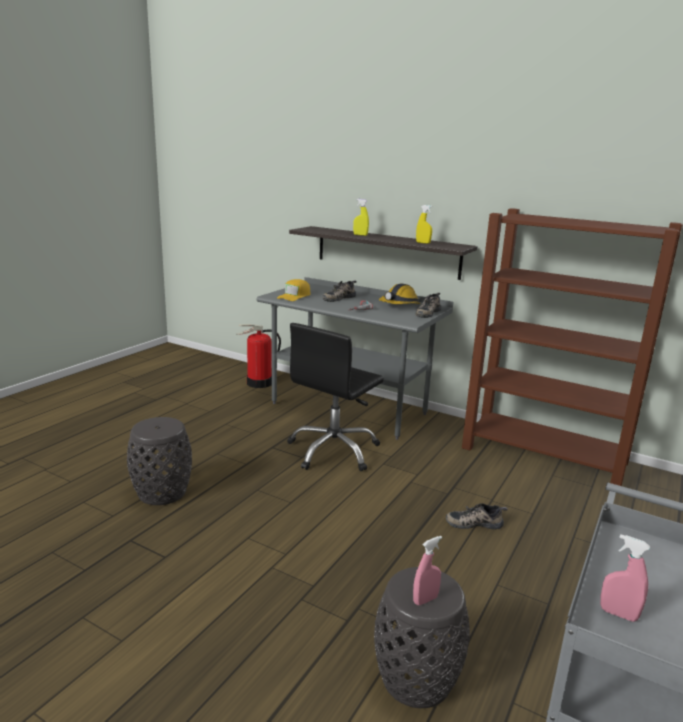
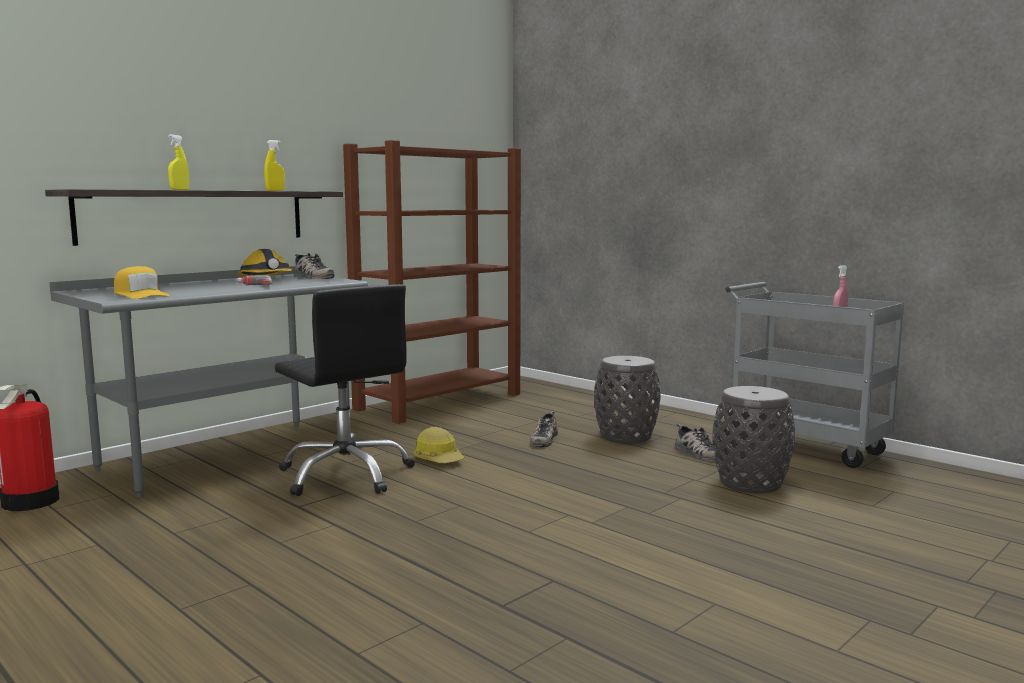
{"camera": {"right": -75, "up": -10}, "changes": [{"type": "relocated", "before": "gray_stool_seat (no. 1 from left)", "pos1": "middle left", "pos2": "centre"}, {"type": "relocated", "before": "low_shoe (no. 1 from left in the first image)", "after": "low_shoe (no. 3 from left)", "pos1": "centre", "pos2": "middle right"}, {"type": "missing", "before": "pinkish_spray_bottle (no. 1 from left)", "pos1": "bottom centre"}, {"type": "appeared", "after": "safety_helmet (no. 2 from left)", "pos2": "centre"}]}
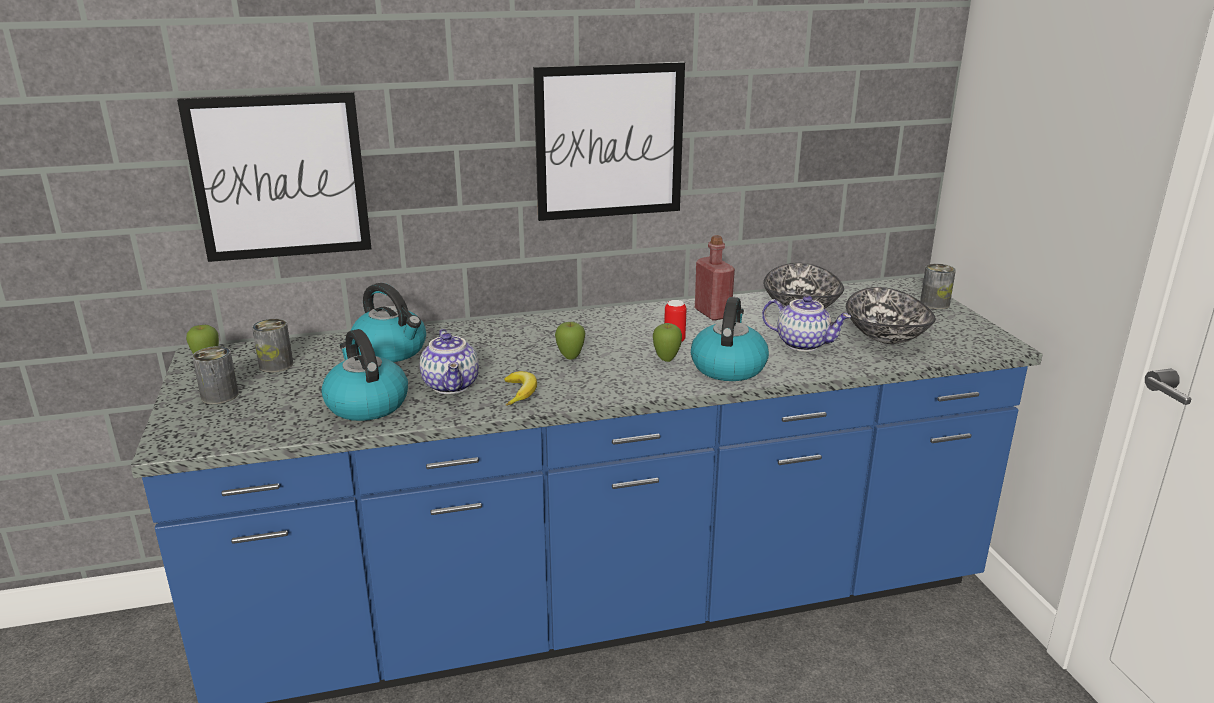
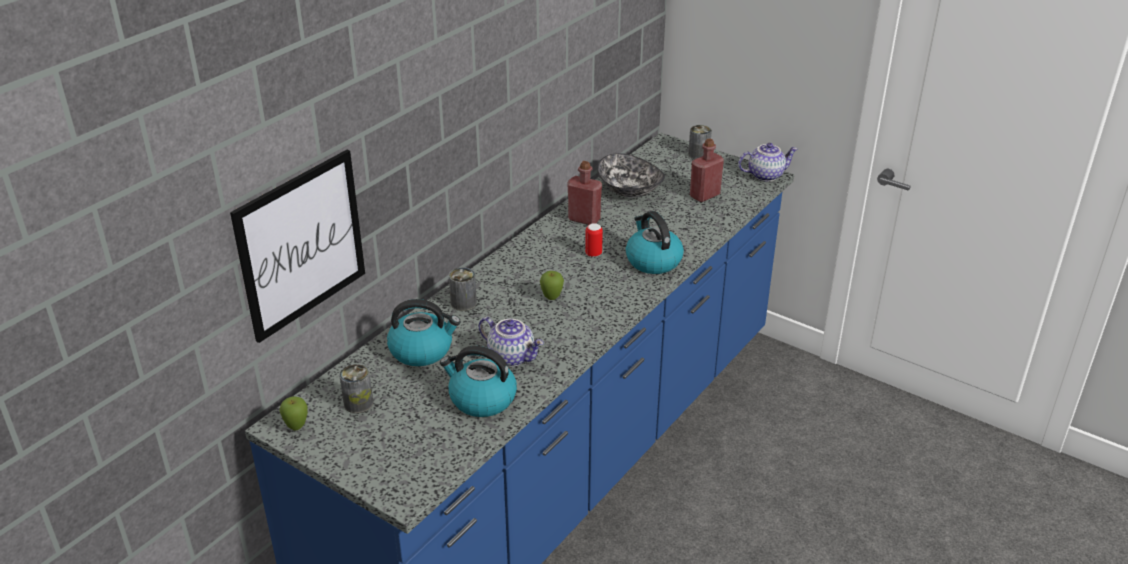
{"camera": {"right": -40, "up": 10}, "changes": [{"type": "relocated", "before": "metal_can (no. 1 from left in the first image)", "after": "metal_can (no. 2 from left)", "pos1": "middle left", "pos2": "centre"}, {"type": "missing", "before": "banana", "pos1": "centre"}, {"type": "missing", "before": "wall_picture (no. 2 from left)", "pos1": "top centre"}, {"type": "missing", "before": "apple (no. 3 from left)", "pos1": "centre"}, {"type": "relocated", "before": "pot_for_tea (no. 2 from left)", "pos1": "centre", "pos2": "top right"}, {"type": "exchanged", "before": "deep_dish (no. 2 from left)", "after": "red-coloured_beverage_bottle (no. 2 from left)", "pos1": "middle right", "pos2": "top centre"}]}
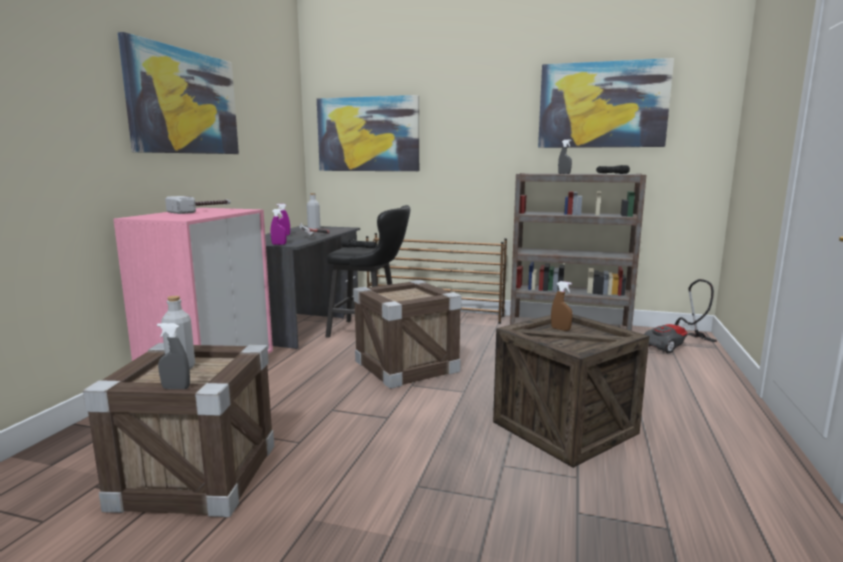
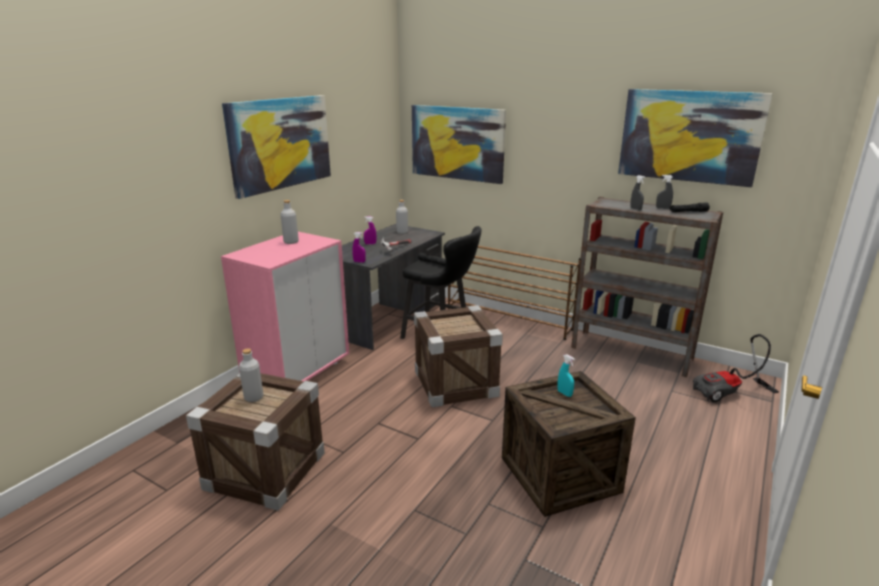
{"camera": {"right": 15, "up": 10}, "changes": [{"type": "relocated", "before": "gray_spray_bottle (no. 1 from left in the first image)", "after": "gray_spray_bottle (no. 2 from left)", "pos1": "middle left", "pos2": "top right"}, {"type": "exchanged", "before": "hand_hammer (no. 1 from left)", "after": "gray_beverage_bottle (no. 2 from left)", "pos1": "middle left", "pos2": "middle left"}, {"type": "colour", "before": "brown-coloured_spray_bottle", "after": "blue-green_spray_bottle", "pos1": "middle right", "pos2": "centre"}]}
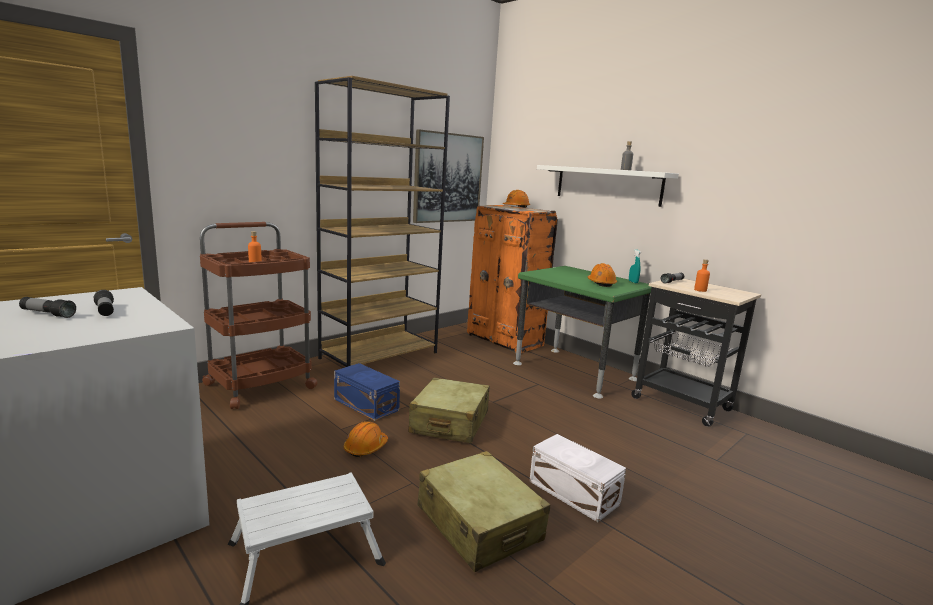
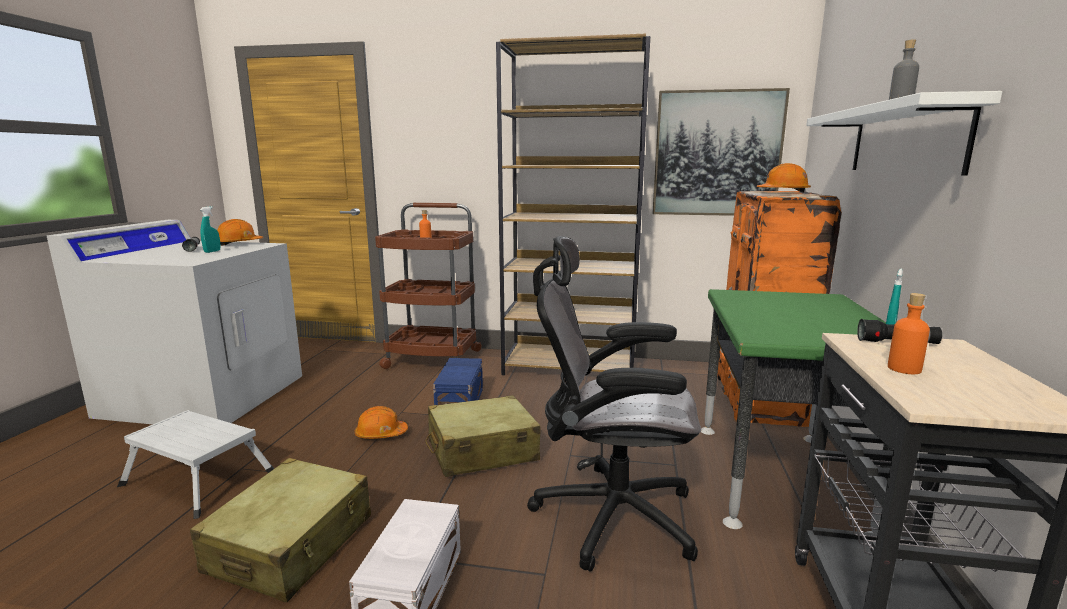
{"camera": {"right": 55, "up": 0}, "changes": [{"type": "exchanged", "before": "torch (no. 2 from left)", "after": "blue-green_spray_bottle (no. 1 from left)", "pos1": "middle left", "pos2": "middle left"}, {"type": "relocated", "before": "orange-coloured_safety_helmet (no. 3 from left in the first image)", "after": "orange-coloured_safety_helmet (no. 1 from left)", "pos1": "centre", "pos2": "middle left"}, {"type": "appeared", "after": "office_chair", "pos2": "centre"}]}
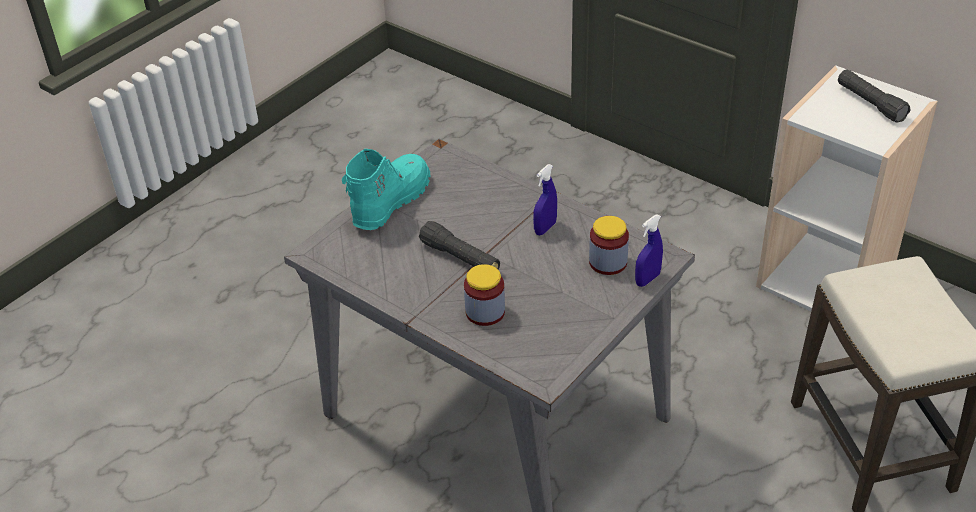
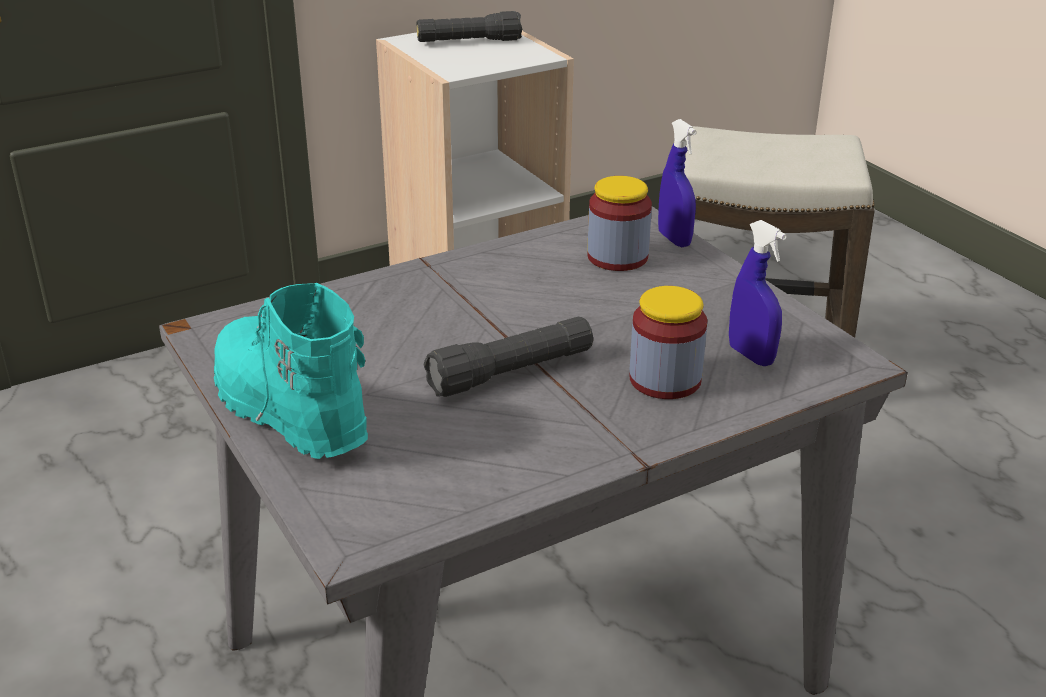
{"camera": {"right": -70, "up": -10}, "changes": [{"type": "relocated", "before": "bluish_spray_bottle (no. 1 from left in the first image)", "after": "bluish_spray_bottle (no. 2 from left)", "pos1": "centre", "pos2": "middle right"}]}
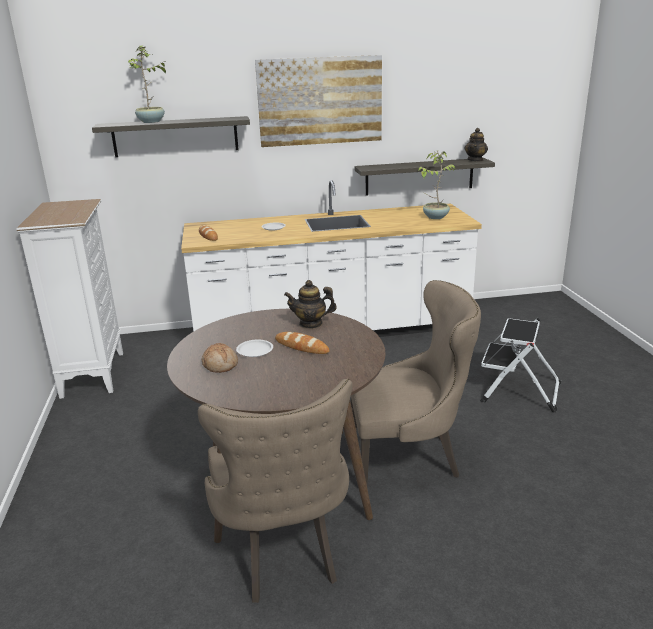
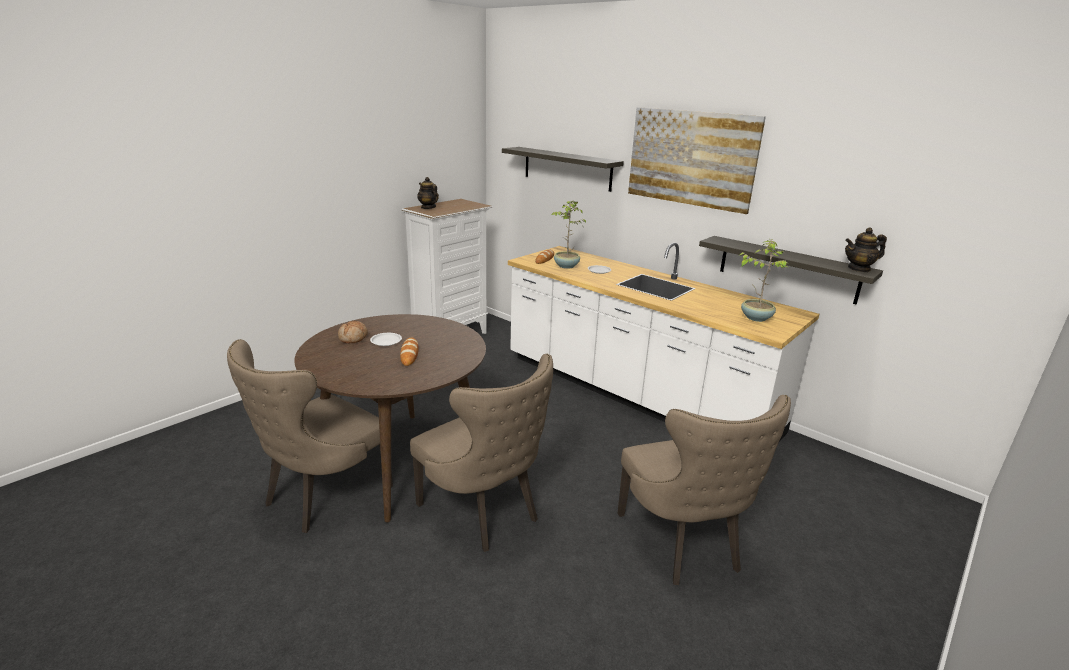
{"camera": {"right": 50, "up": 0}, "changes": [{"type": "relocated", "before": "potted_plant (no. 1 from left)", "pos1": "top left", "pos2": "centre"}, {"type": "relocated", "before": "pot_for_tea (no. 1 from left)", "pos1": "centre", "pos2": "top centre"}, {"type": "exchanged", "before": "step_ladder", "after": "beige_chair (no. 3 from left)", "pos1": "middle right", "pos2": "bottom centre"}]}
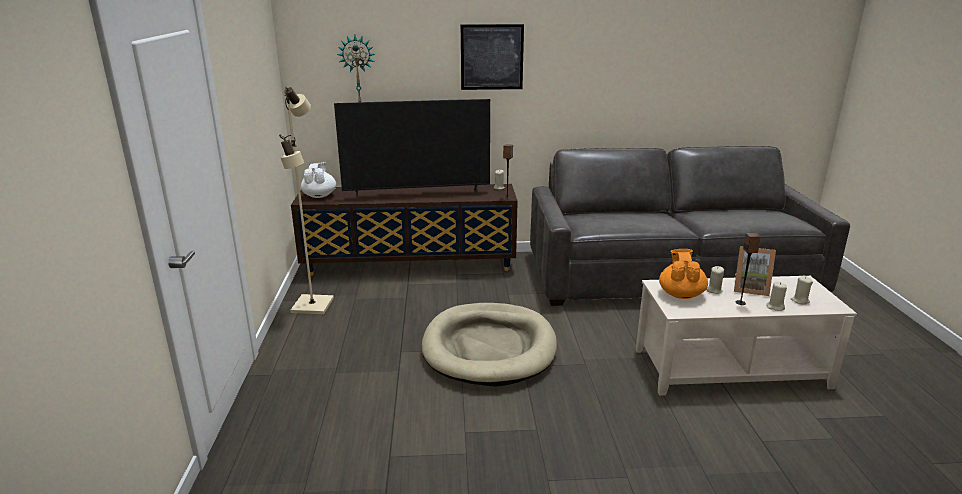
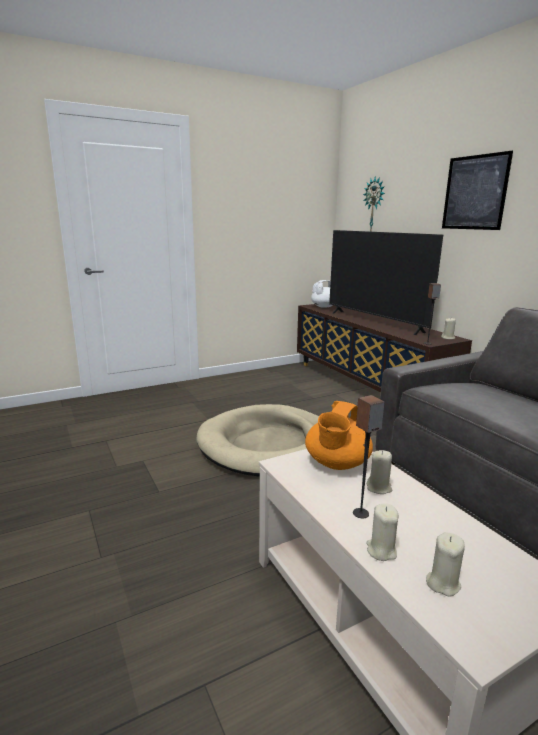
{"camera": {"right": 65, "up": -5}, "changes": [{"type": "missing", "before": "beige_standard_lamp", "pos1": "middle left"}, {"type": "spun", "before": "orange-coloured_pot_for_tea", "pos1": "middle right", "pos2": "centre", "turn": 135}, {"type": "missing", "before": "picture_frame", "pos1": "middle right"}]}
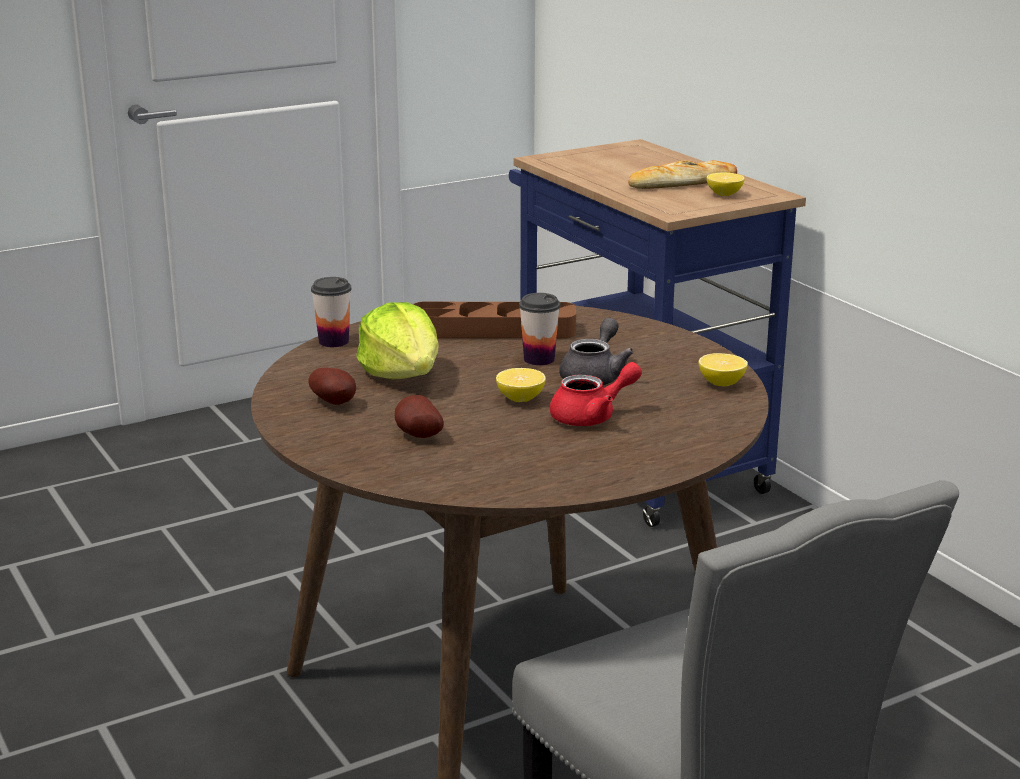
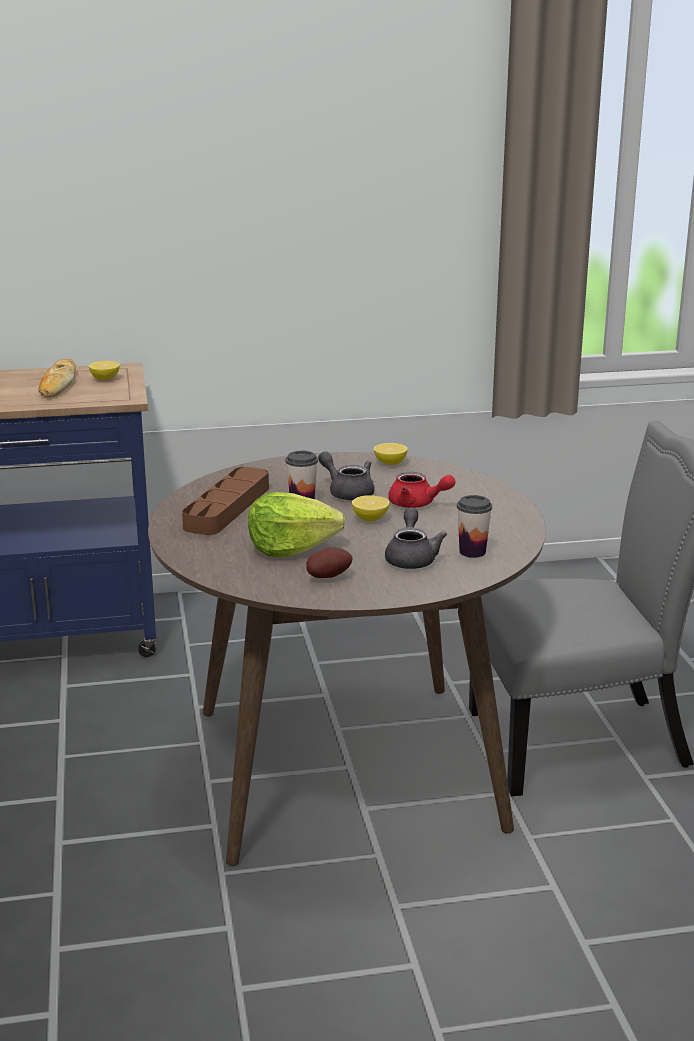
{"camera": {"right": -70, "up": 0}, "changes": [{"type": "relocated", "before": "drinking_cup (no. 1 from left in the first image)", "after": "drinking_cup (no. 2 from left)", "pos1": "middle left", "pos2": "middle right"}, {"type": "exchanged", "before": "whole_potato (no. 2 from left)", "after": "gray_pot_for_tea (no. 2 from left)", "pos1": "centre", "pos2": "centre"}, {"type": "spun", "before": "red-coloured_pot_for_tea", "pos1": "centre", "pos2": "centre", "turn": 120}]}
